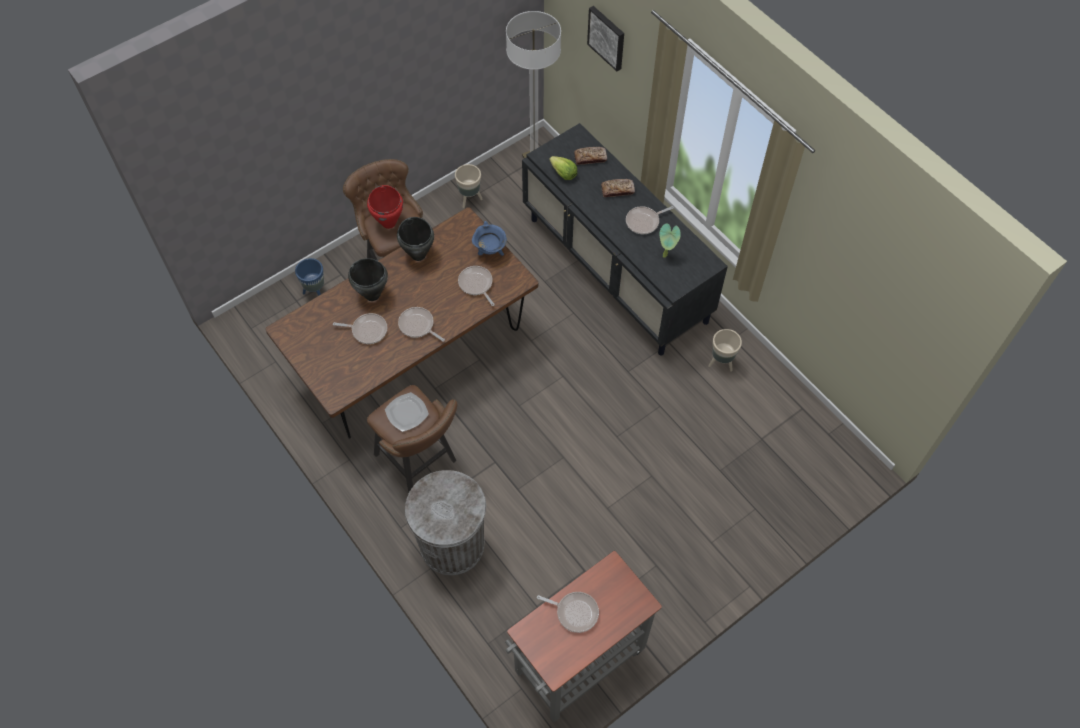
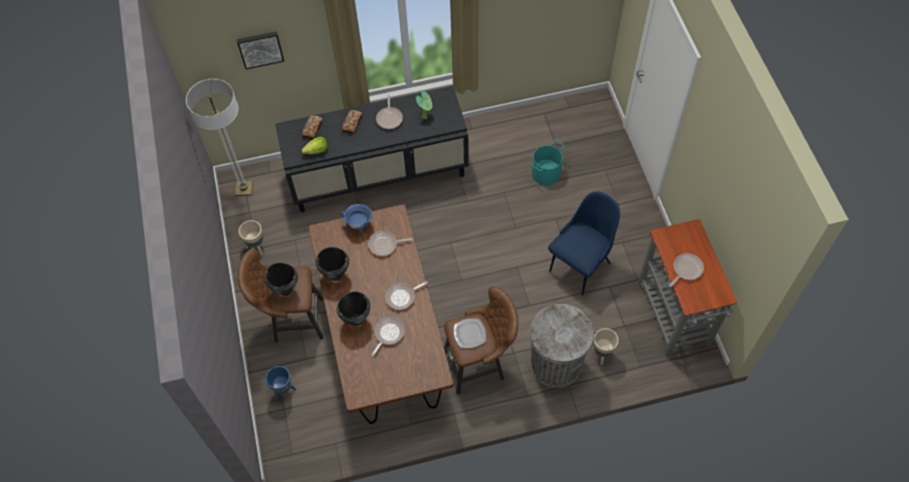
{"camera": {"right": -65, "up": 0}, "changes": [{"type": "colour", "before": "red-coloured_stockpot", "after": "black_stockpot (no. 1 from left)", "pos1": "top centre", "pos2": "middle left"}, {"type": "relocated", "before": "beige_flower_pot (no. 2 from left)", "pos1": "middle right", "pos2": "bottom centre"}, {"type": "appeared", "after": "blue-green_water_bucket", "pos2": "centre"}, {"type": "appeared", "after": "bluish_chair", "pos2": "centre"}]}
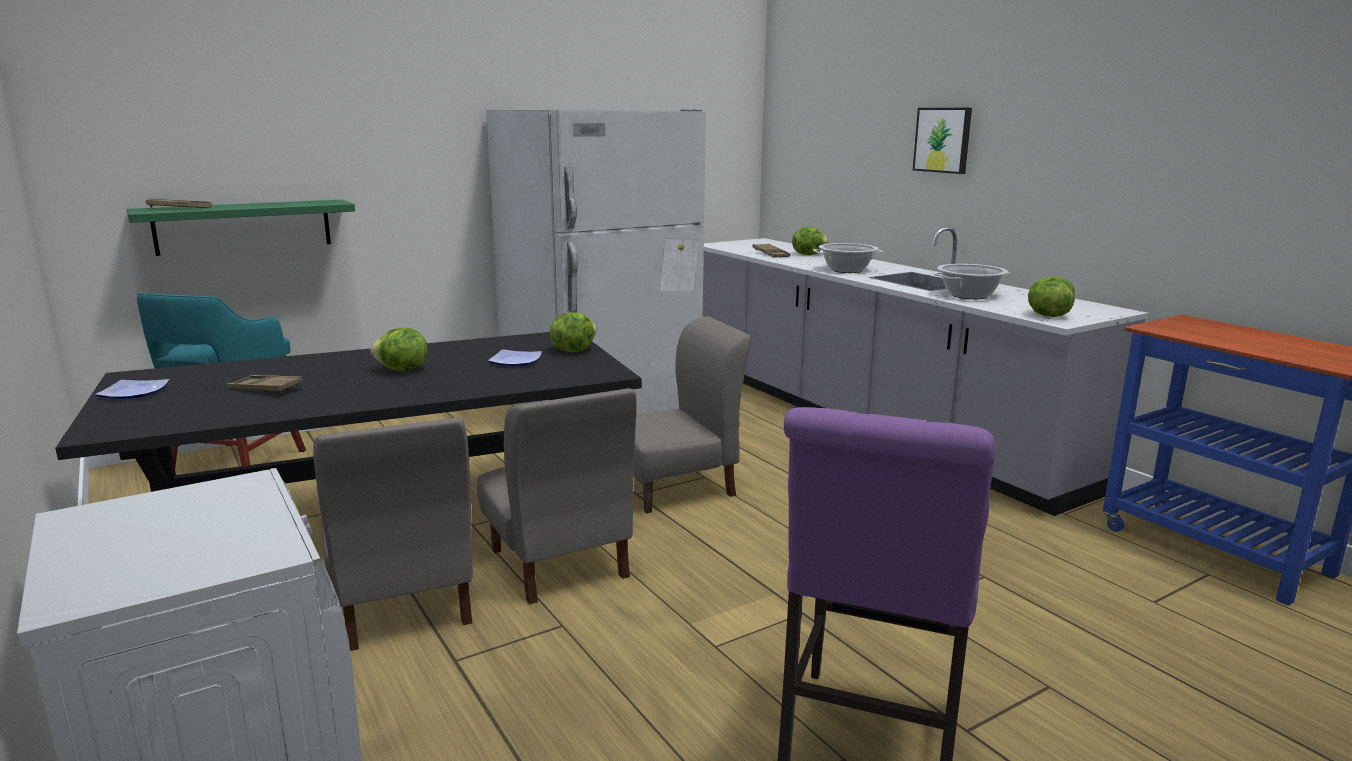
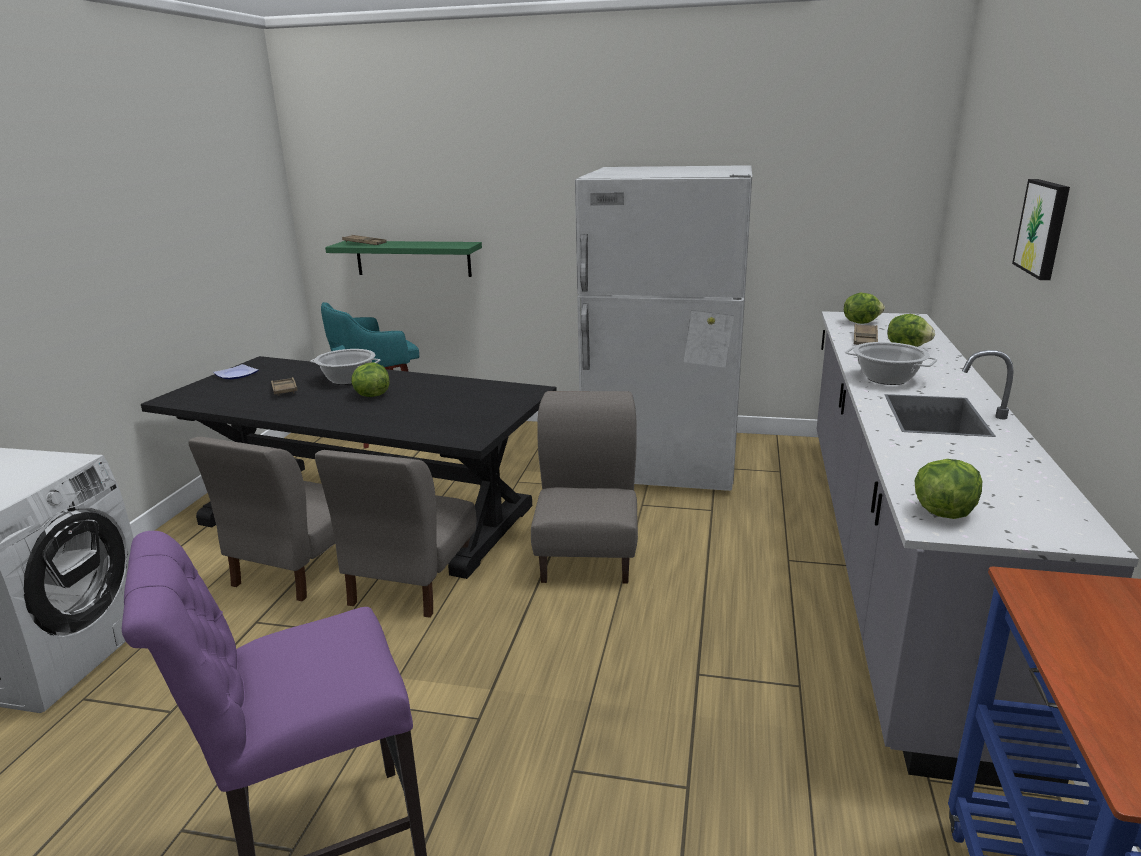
{"camera": {"right": 45, "up": 5}, "changes": [{"type": "missing", "before": "flat_dish (no. 2 from left)", "pos1": "centre"}, {"type": "relocated", "before": "lettuce_head (no. 2 from left)", "pos1": "centre", "pos2": "middle right"}, {"type": "spun", "before": "gray_chair (no. 3 from left)", "pos1": "centre", "pos2": "centre", "turn": -105}, {"type": "relocated", "before": "stockpot (no. 2 from left in the first image)", "after": "stockpot (no. 1 from left)", "pos1": "middle right", "pos2": "middle left"}]}
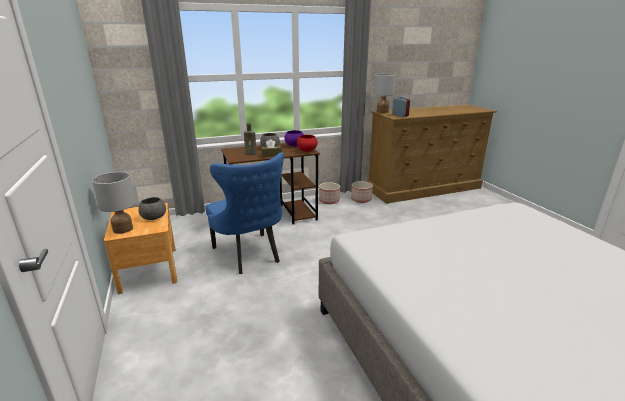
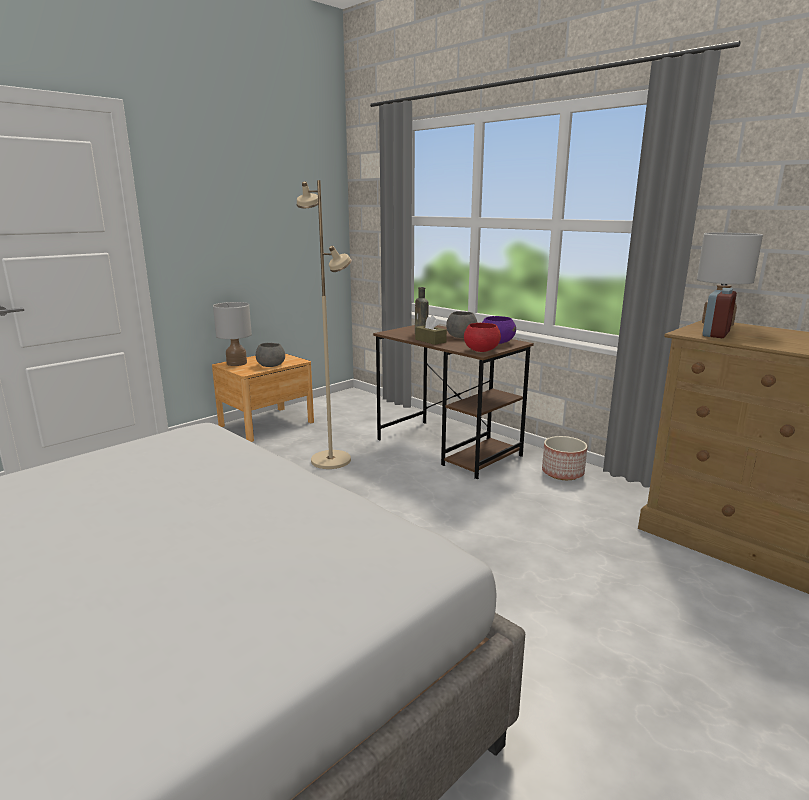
{"camera": {"right": 65, "up": -5}, "changes": [{"type": "exchanged", "before": "bluish_chair", "after": "beige_standard_lamp", "pos1": "centre", "pos2": "centre"}, {"type": "missing", "before": "flower_pot (no. 2 from left)", "pos1": "centre"}]}
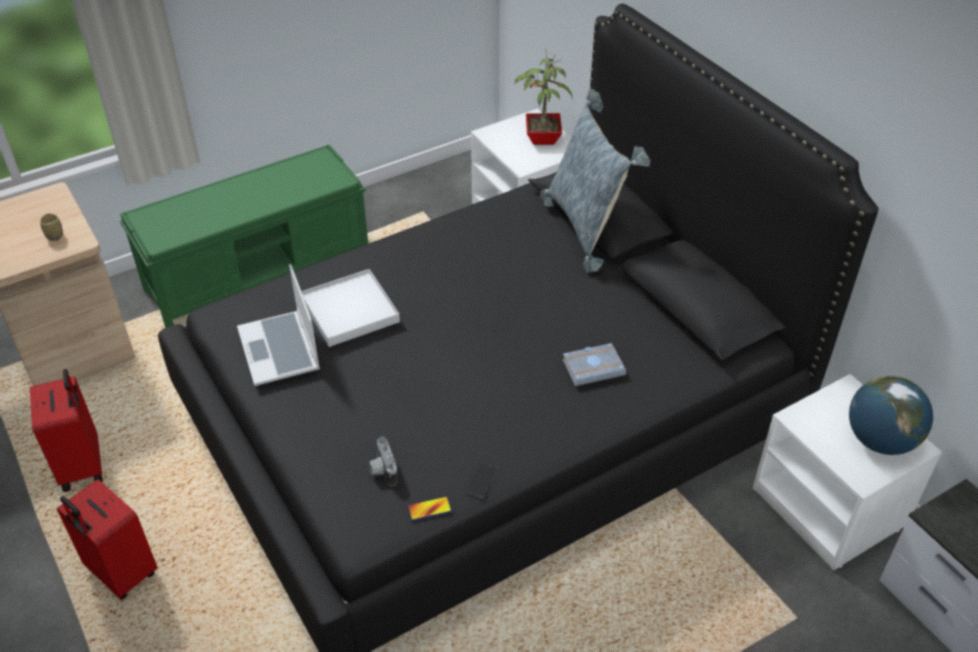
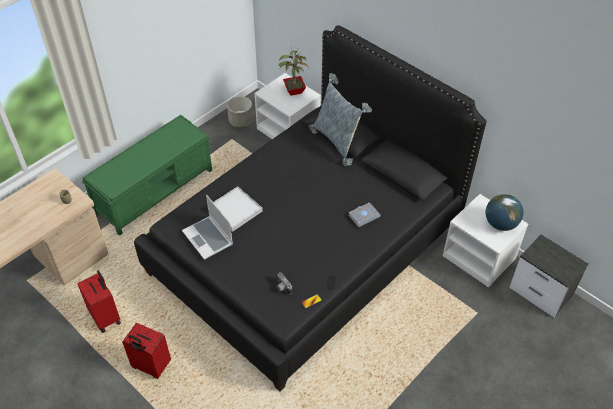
{"camera": {"right": -15, "up": 5}, "changes": [{"type": "appeared", "after": "gray_flower_pot", "pos2": "top centre"}]}
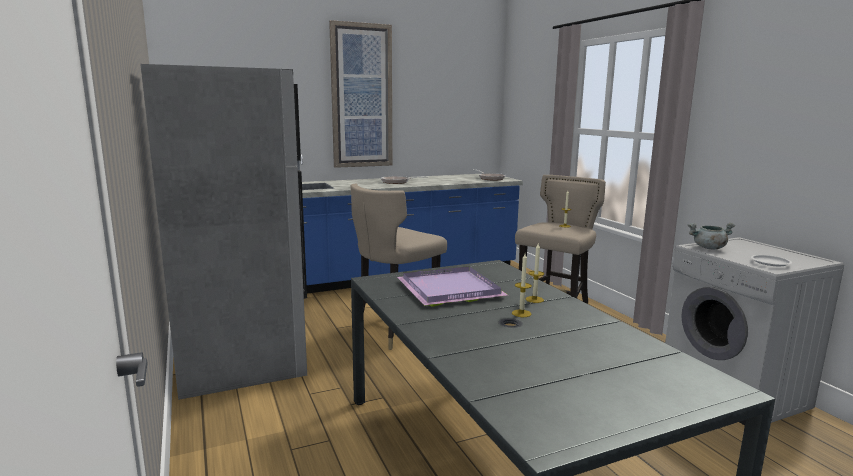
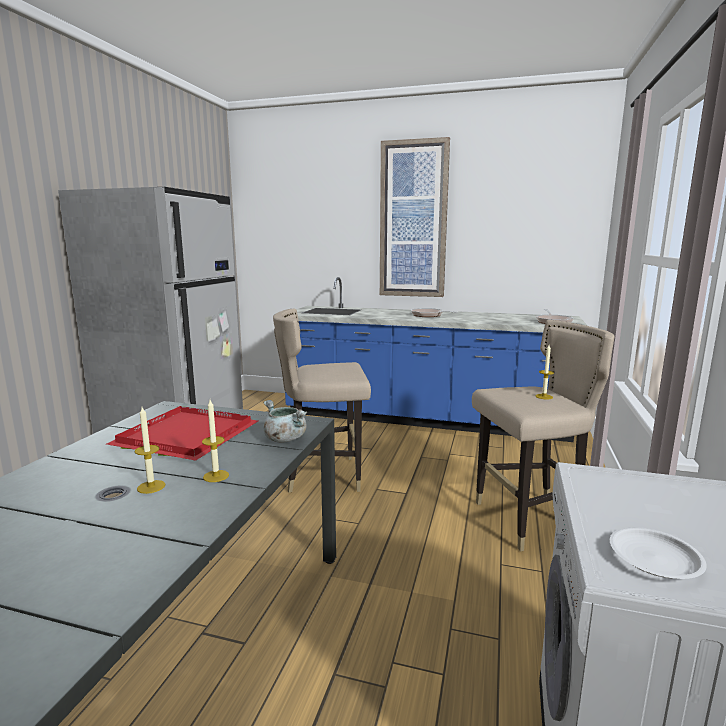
{"camera": {"right": 40, "up": 0}, "changes": [{"type": "colour", "before": "purple_serving_tray", "after": "red-coloured_serving_tray", "pos1": "centre", "pos2": "middle left"}, {"type": "relocated", "before": "gray_stockpot", "pos1": "middle right", "pos2": "centre"}]}
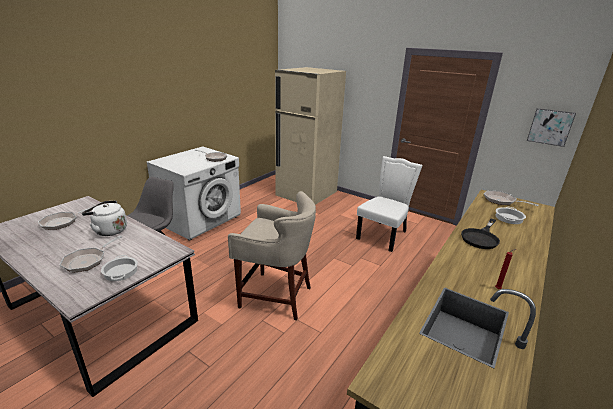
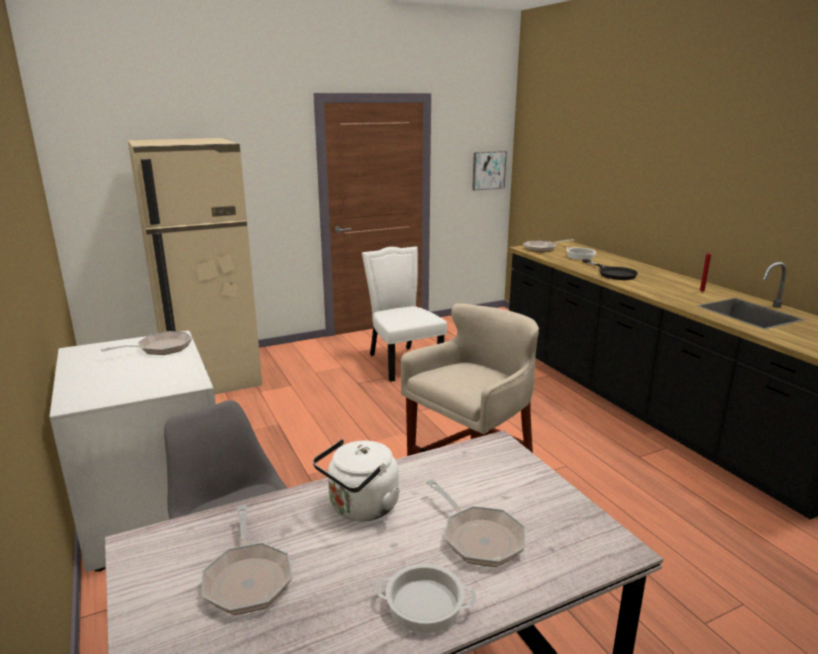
{"camera": {"right": -60, "up": -5}, "changes": [{"type": "relocated", "before": "stockpot (no. 1 from left)", "pos1": "middle left", "pos2": "bottom centre"}]}
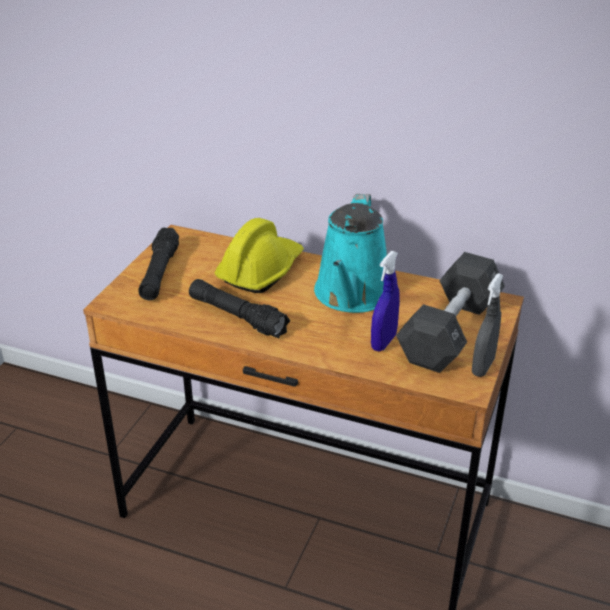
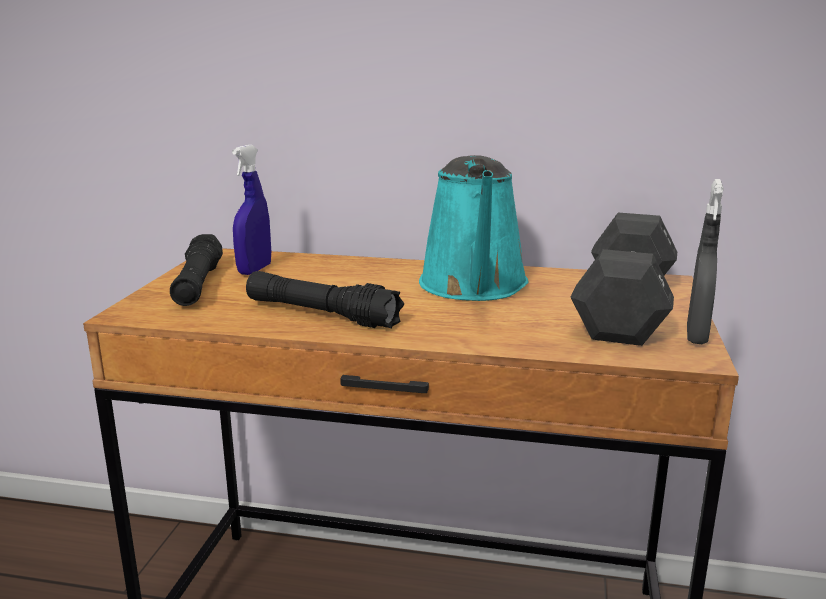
{"camera": {"right": -10, "up": -15}, "changes": [{"type": "missing", "before": "yellowish_safety_helmet", "pos1": "centre"}, {"type": "relocated", "before": "bluish_spray_bottle", "pos1": "centre", "pos2": "middle left"}]}
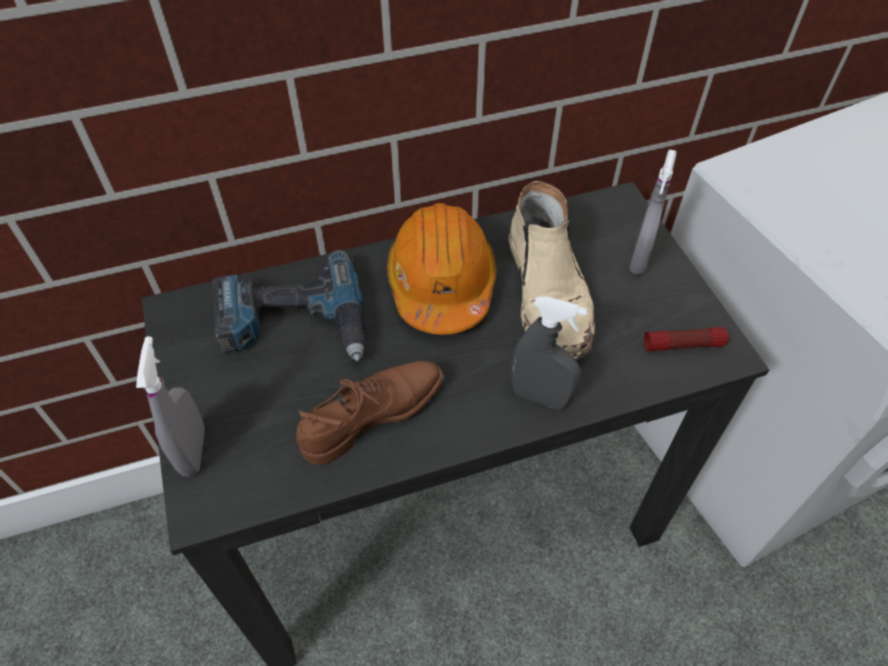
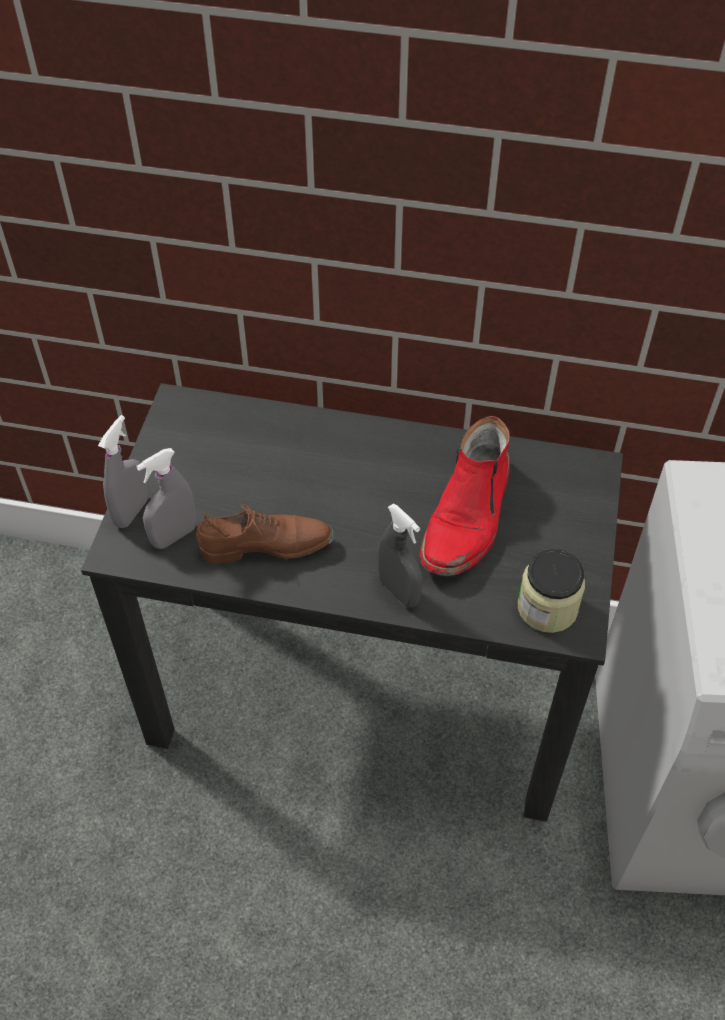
{"camera": {"right": 30, "up": 0}, "changes": [{"type": "missing", "before": "drill", "pos1": "middle left"}, {"type": "missing", "before": "orange-coloured_safety_helmet", "pos1": "centre"}, {"type": "colour", "before": "beige_boot", "after": "red-coloured_boot", "pos1": "centre", "pos2": "centre"}, {"type": "relocated", "before": "gray_spray_bottle (no. 3 from left in the first image)", "after": "gray_spray_bottle (no. 2 from left)", "pos1": "top right", "pos2": "middle left"}, {"type": "exchanged", "before": "torch", "after": "preserve_jar", "pos1": "middle right", "pos2": "middle right"}]}
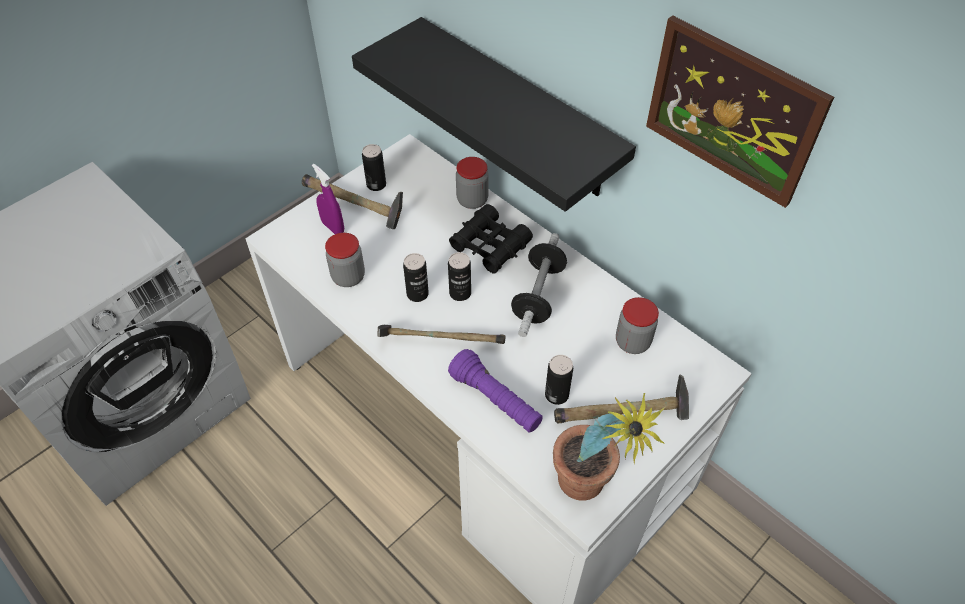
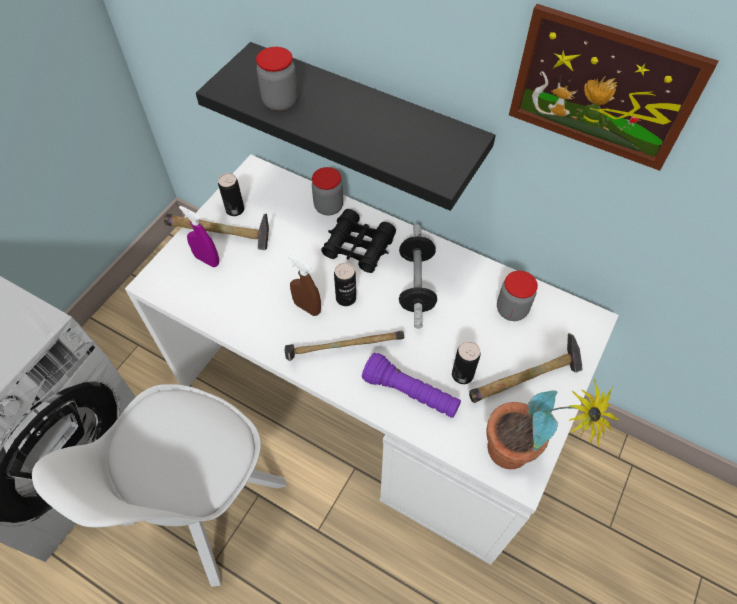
{"camera": {"right": -15, "up": 5}, "changes": [{"type": "relocated", "before": "preserve_jar (no. 1 from left)", "pos1": "centre", "pos2": "top centre"}, {"type": "exchanged", "before": "metal_can (no. 2 from left)", "after": "brown-coloured_spray_bottle", "pos1": "centre", "pos2": "centre"}, {"type": "appeared", "after": "white-coloured_chair", "pos2": "bottom left"}]}
